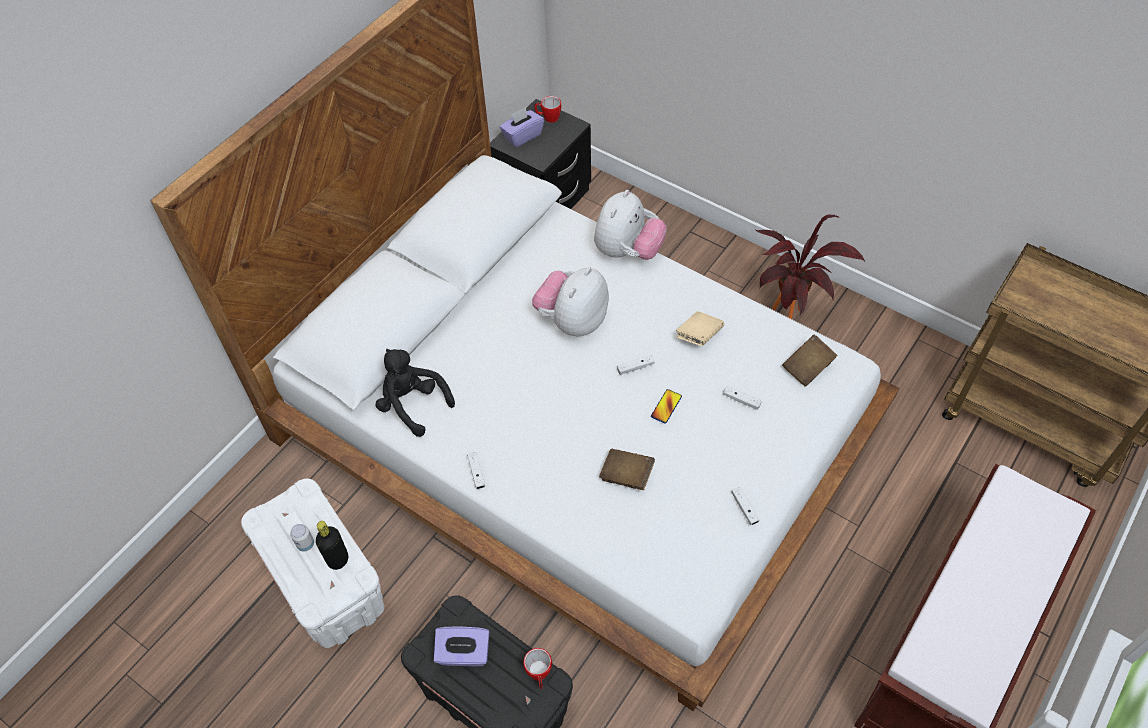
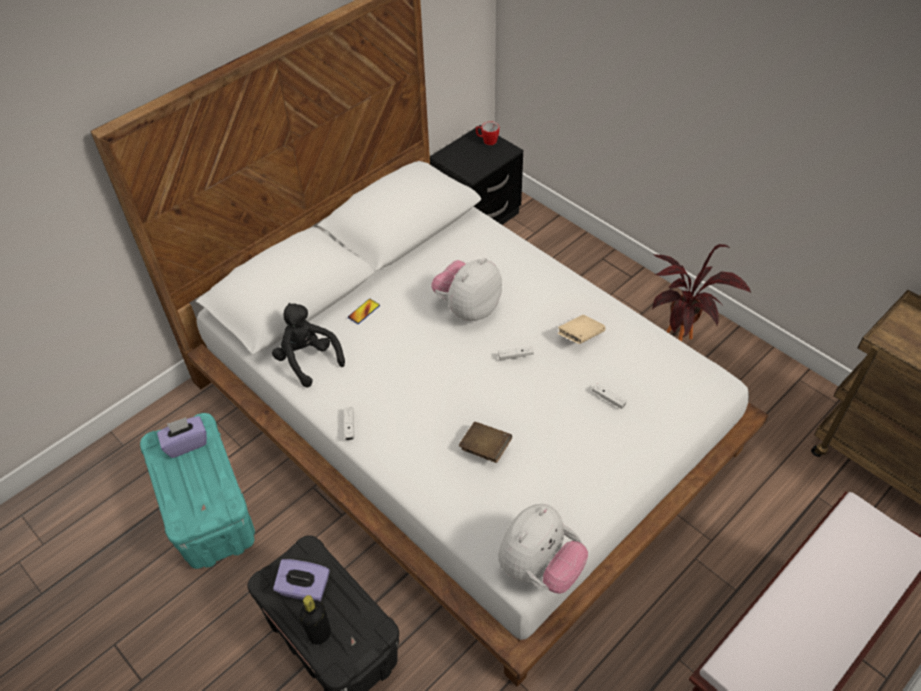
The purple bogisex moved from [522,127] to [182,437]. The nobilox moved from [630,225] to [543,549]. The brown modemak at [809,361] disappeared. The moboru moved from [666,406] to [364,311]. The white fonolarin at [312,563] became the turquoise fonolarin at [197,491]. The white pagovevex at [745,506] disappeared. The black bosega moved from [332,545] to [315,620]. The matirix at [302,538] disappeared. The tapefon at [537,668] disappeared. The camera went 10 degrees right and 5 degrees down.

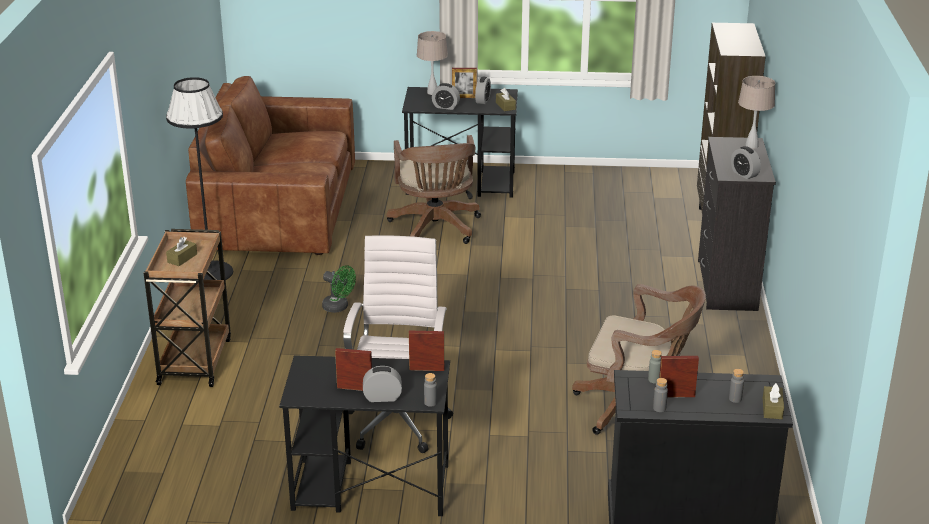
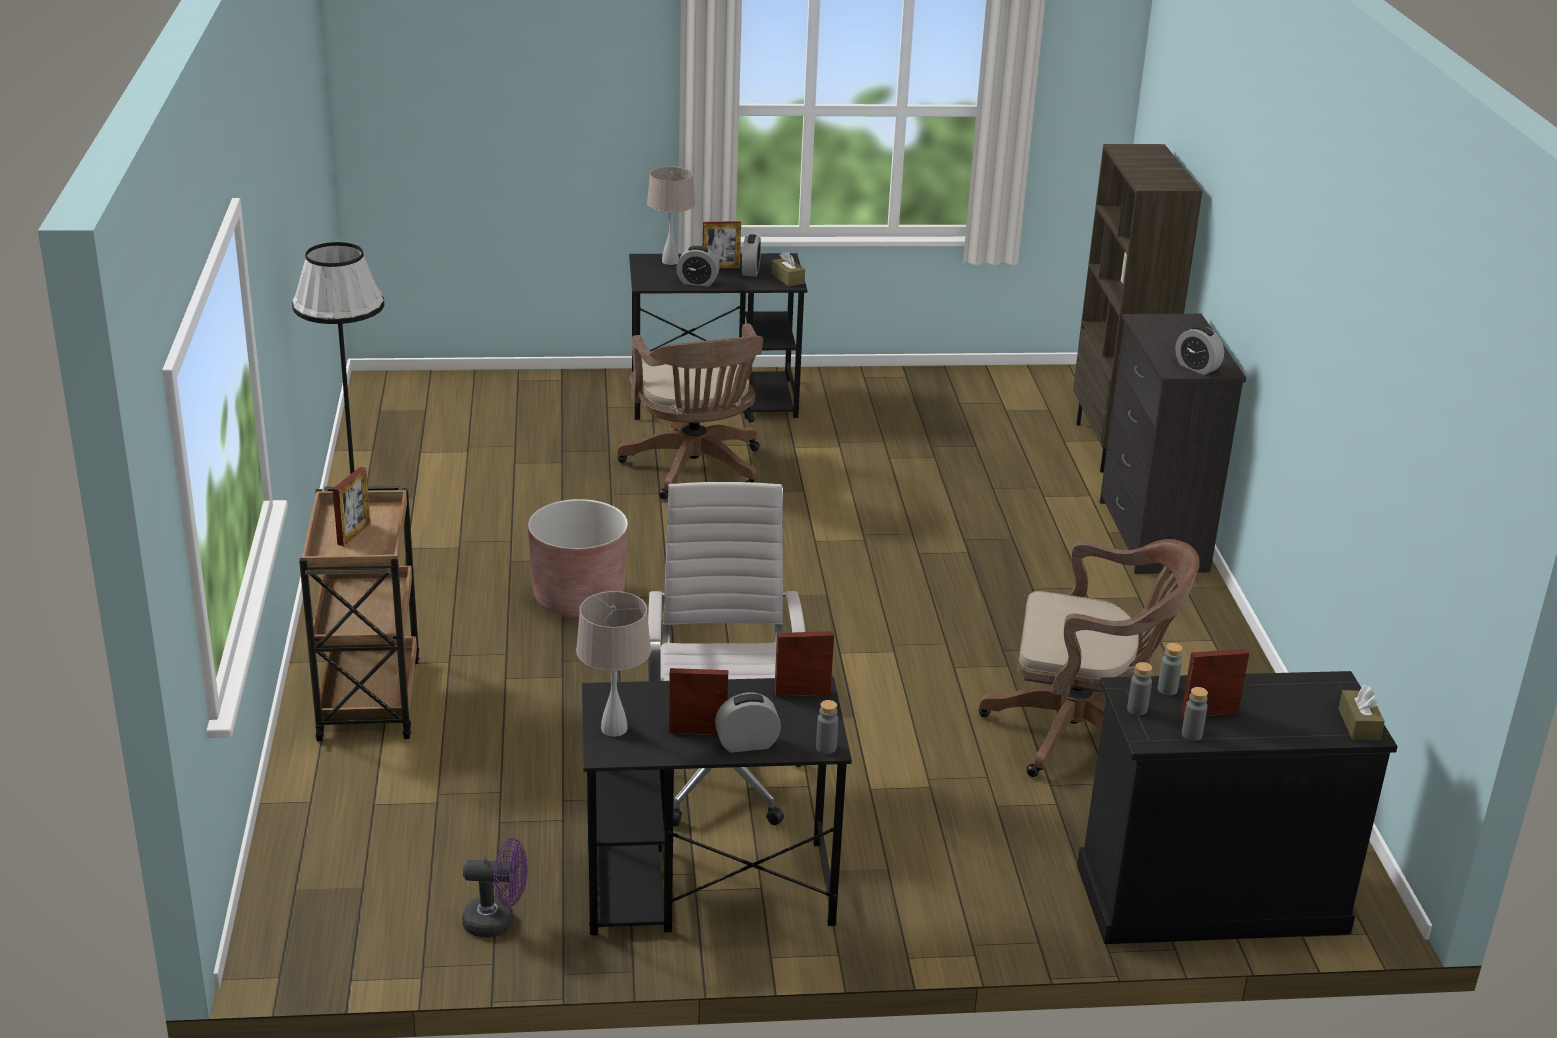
The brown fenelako at [270,165] disappeared. The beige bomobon moved from [756,112] to [613,664]. The brown bogisex at [181,251] was replaced by the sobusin at [351,506]. The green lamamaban at [339,289] was replaced by the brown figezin at [578,559]. The grey bosega moved from [736,386] to [1139,688]. The purple lamamaban at [495,887] appeared. The camera went 10 degrees left and 0 degrees up.

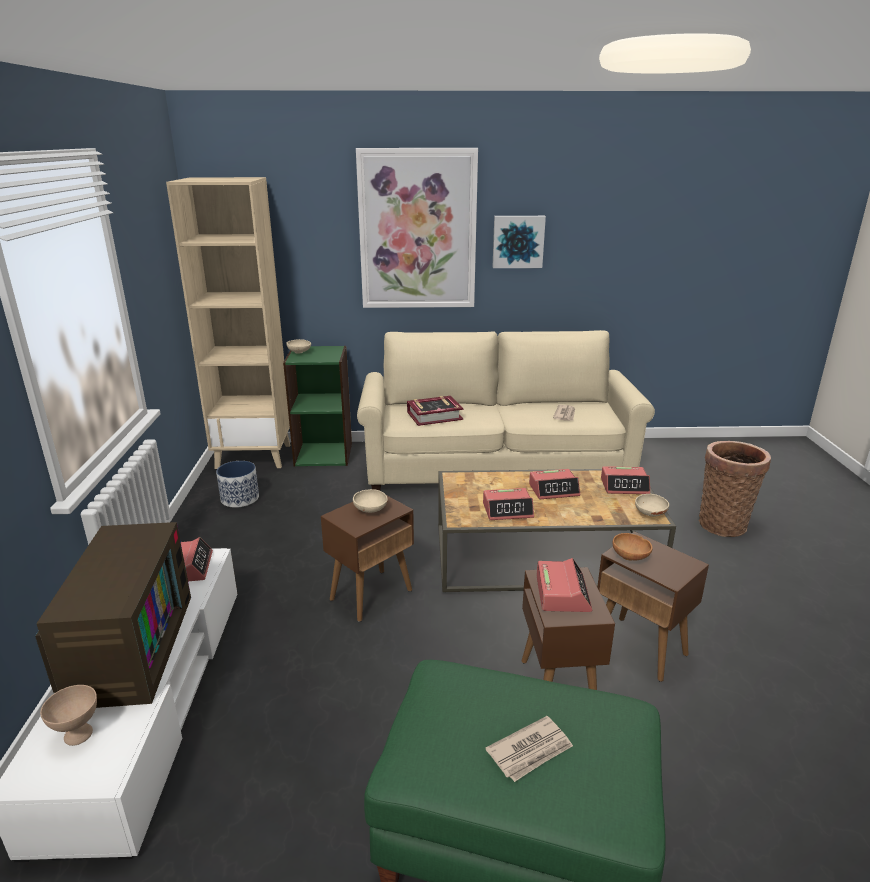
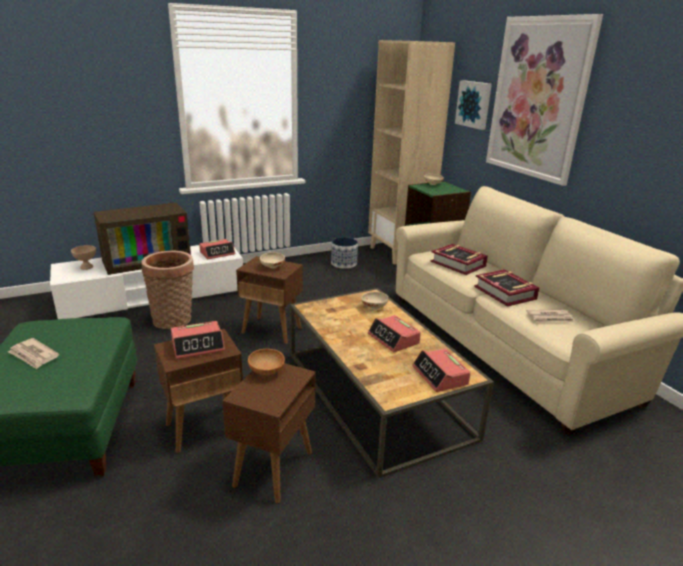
The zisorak moved from [519,242] to [473,105]. The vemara moved from [735,489] to [167,290]. The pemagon at [508,504] disappeared. The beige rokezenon moved from [652,505] to [374,301]. The modemak at [506,288] appeared. The camera went 65 degrees right and 0 degrees up.

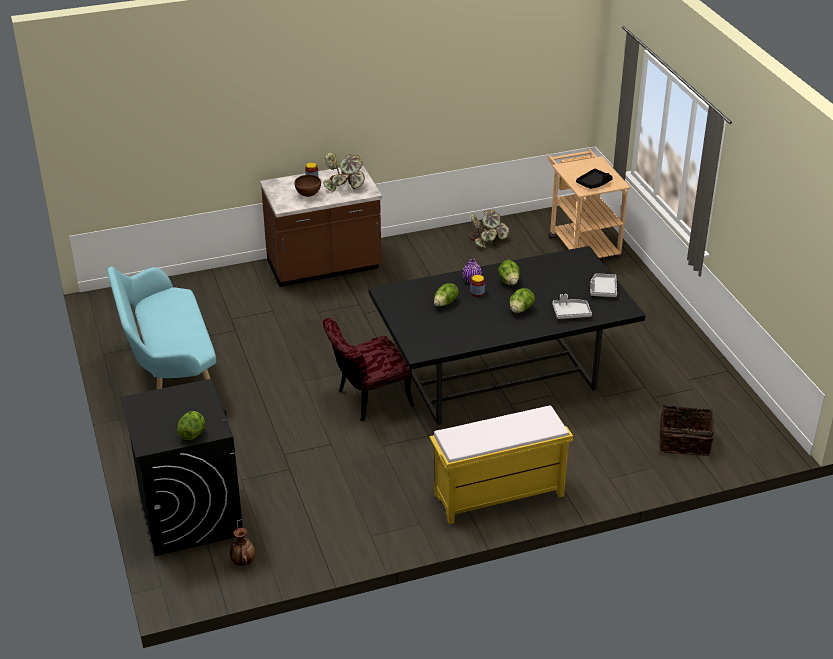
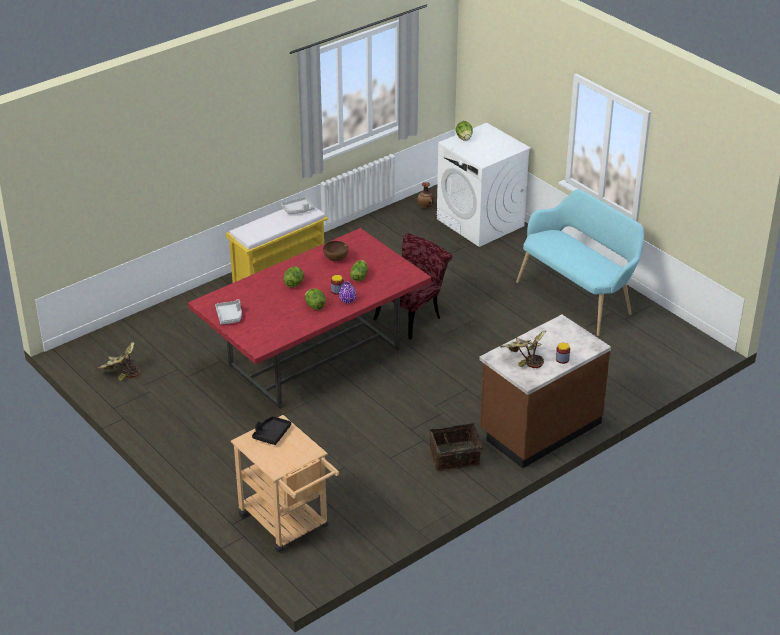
The brown rokezenon moved from [307,186] to [336,251]. The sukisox moved from [489,229] to [118,361]. The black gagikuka at [507,335] became the red gagikuka at [309,318]. The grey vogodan moved from [572,306] to [298,205]. The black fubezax at [181,467] became the white fubezax at [484,185]. The vemara moved from [686,428] to [456,447]. The camera went 160 degrees right and 0 degrees up.

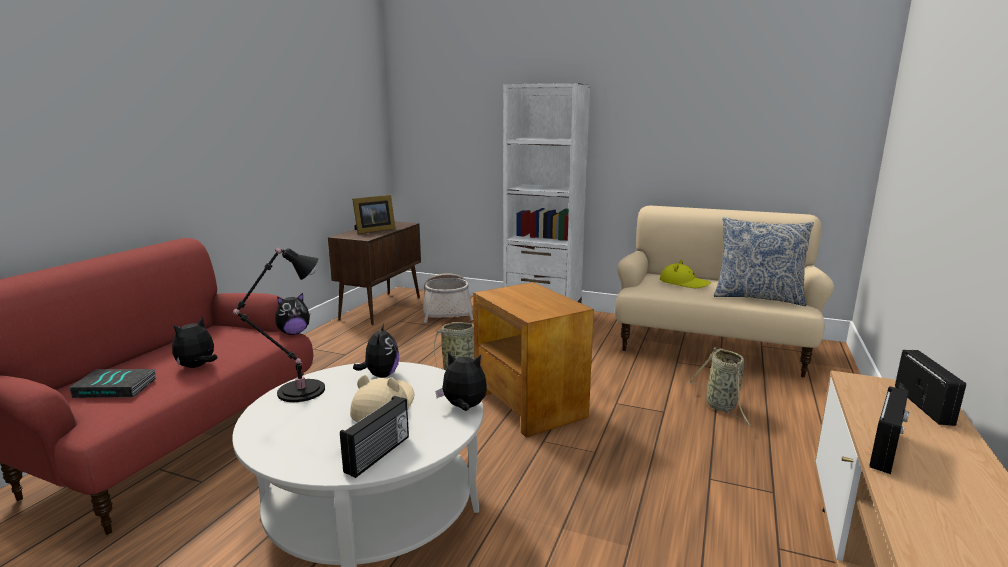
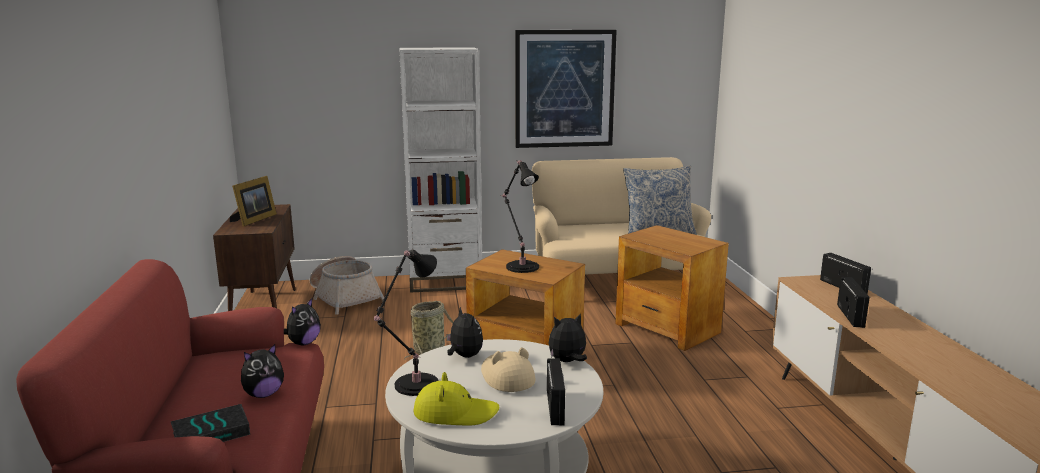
The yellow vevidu moved from [685,273] to [456,399]. The nobilox at [195,342] turned 135 degrees counterclockwise. The vemara at [720,387] was replaced by the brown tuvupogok at [672,288]. The zisorak at [566,89] appeared. The black bomobon at [520,216] appeared. The camera went 30 degrees left and 0 degrees up.

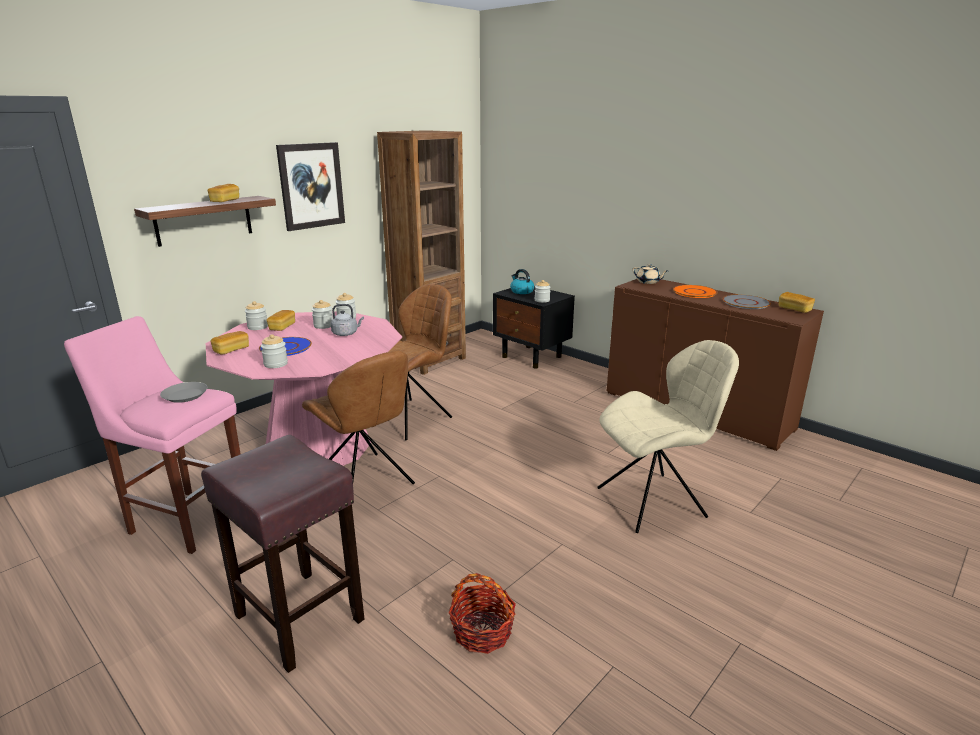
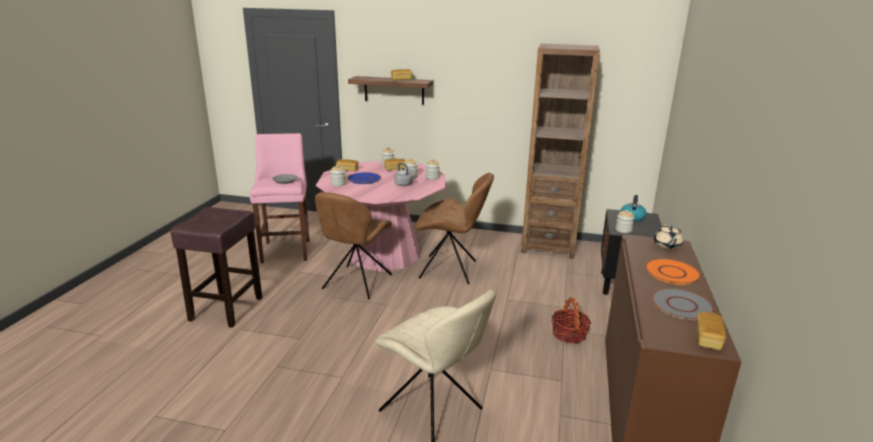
The zisorak at [310,186] disappeared. The vemara moved from [482,613] to [571,320]. The camera went 60 degrees right and 0 degrees up.

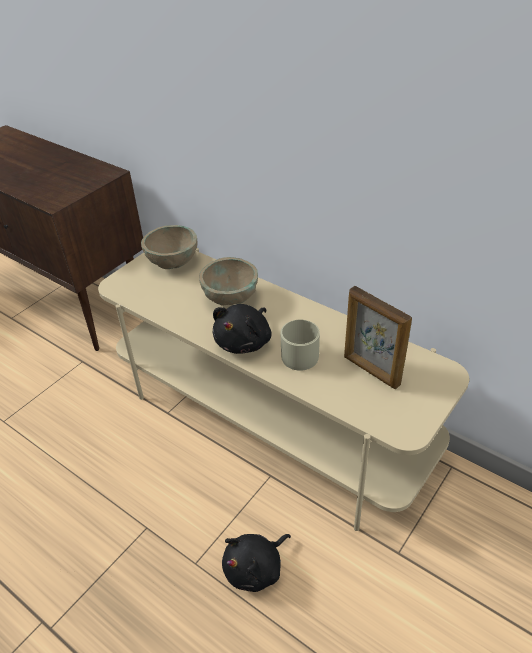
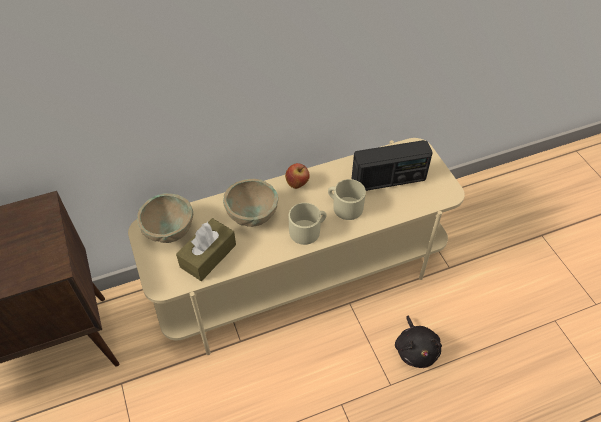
The sobusin at [378,337] was replaced by the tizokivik at [392,165]. The black nobilox at [242,329] was replaced by the beige tapefon at [308,224]. The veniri at [297,176] appeared. The brown bogisex at [206,249] appeared. The camera went 60 degrees left and 10 degrees up.

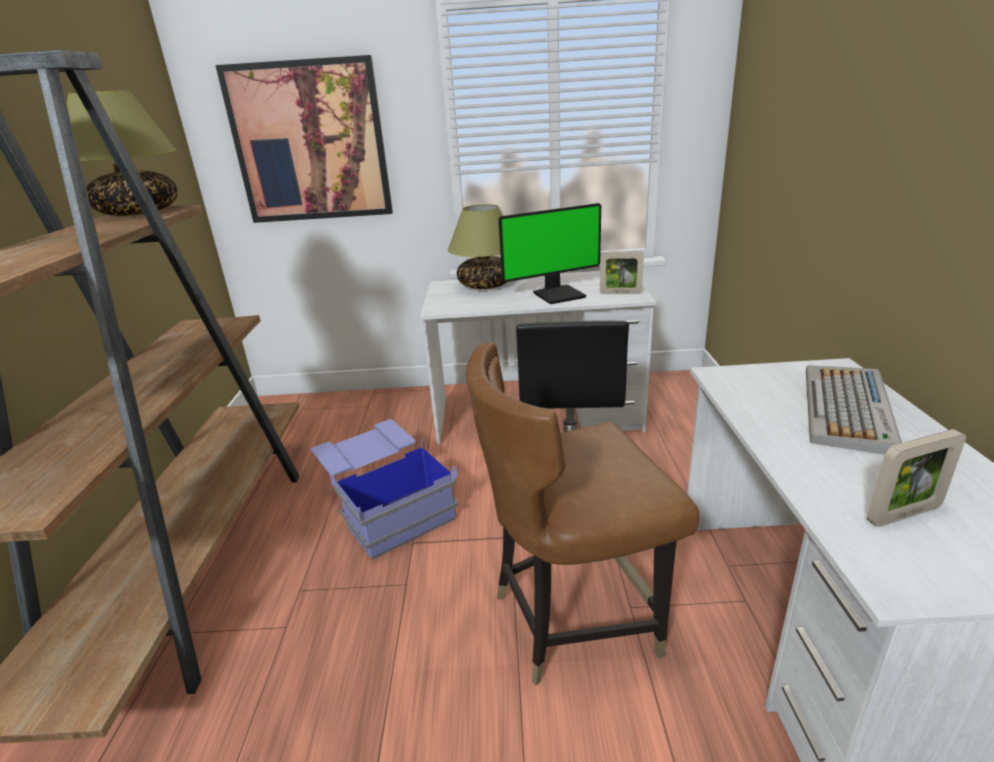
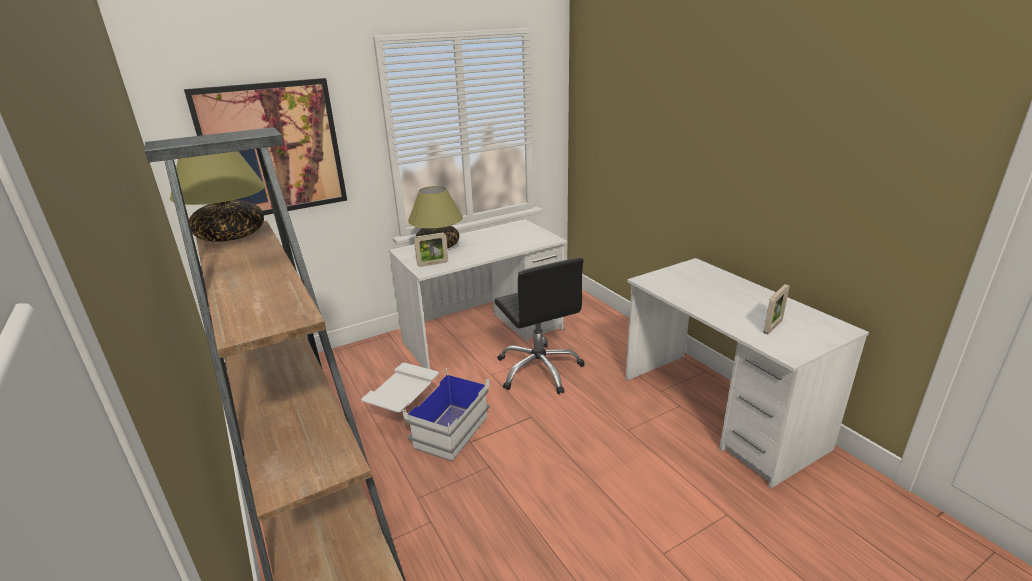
The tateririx at [550,253] disappeared. The sobusin moved from [622,273] to [431,249]. The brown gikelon at [582,514] disappeared. The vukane at [854,410] disappeared. The blue fonolarin at [385,489] became the white fonolarin at [426,411]. The camera went 30 degrees left and 0 degrees up.

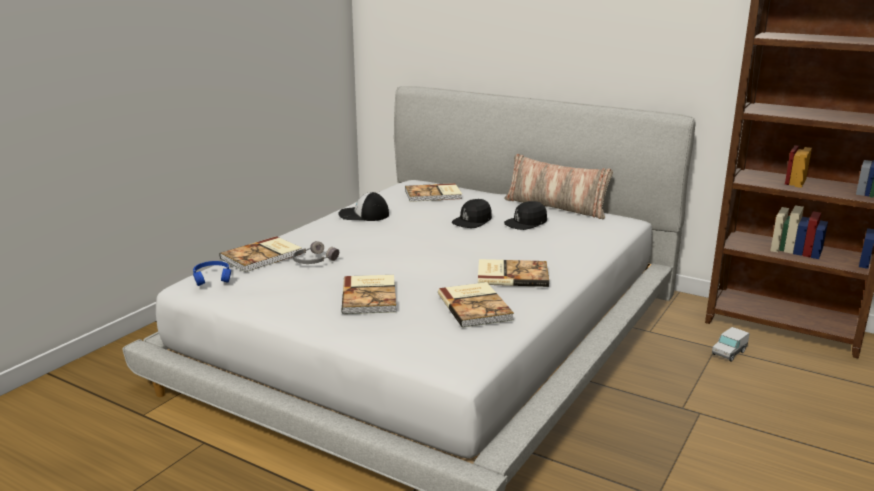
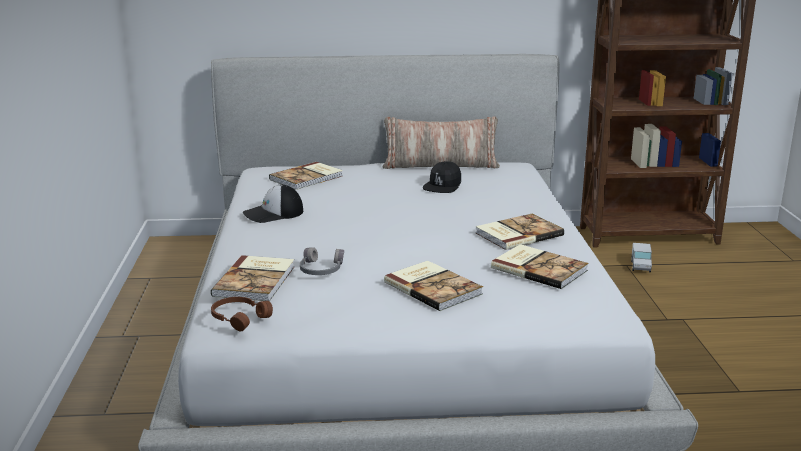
The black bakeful at [472,213] disappeared. The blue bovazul at [212,273] became the brown bovazul at [242,314]. The camera went 35 degrees left and 0 degrees up.

